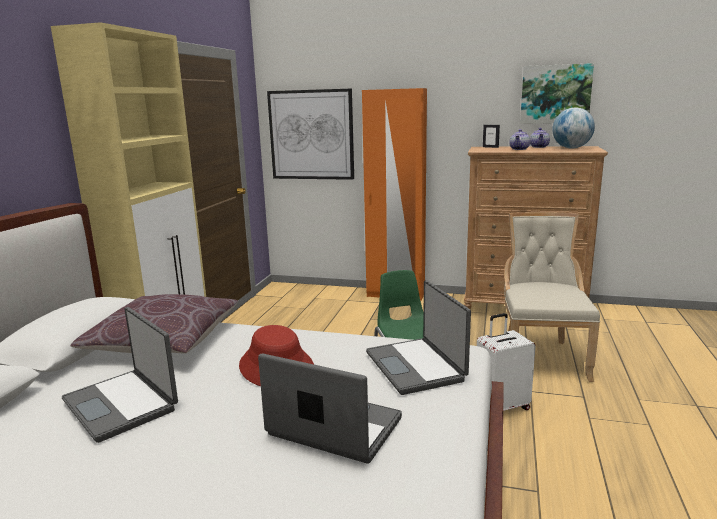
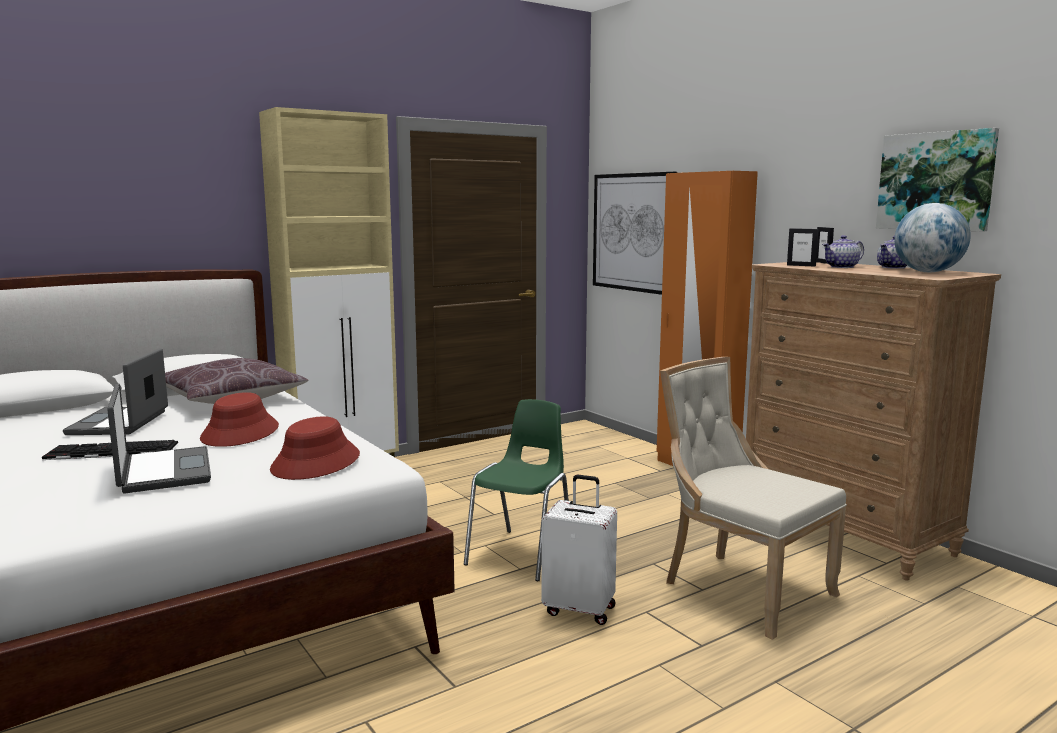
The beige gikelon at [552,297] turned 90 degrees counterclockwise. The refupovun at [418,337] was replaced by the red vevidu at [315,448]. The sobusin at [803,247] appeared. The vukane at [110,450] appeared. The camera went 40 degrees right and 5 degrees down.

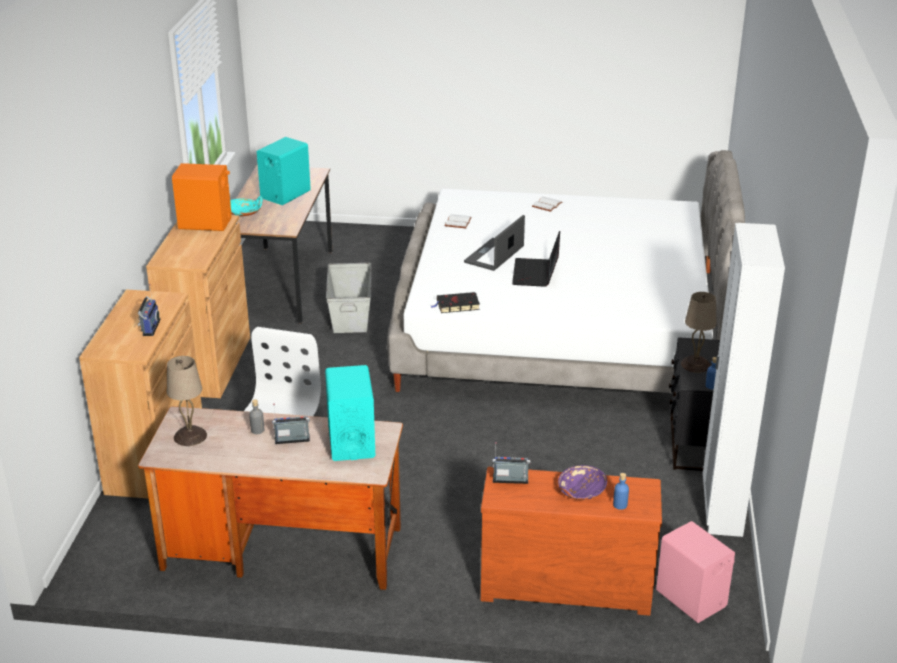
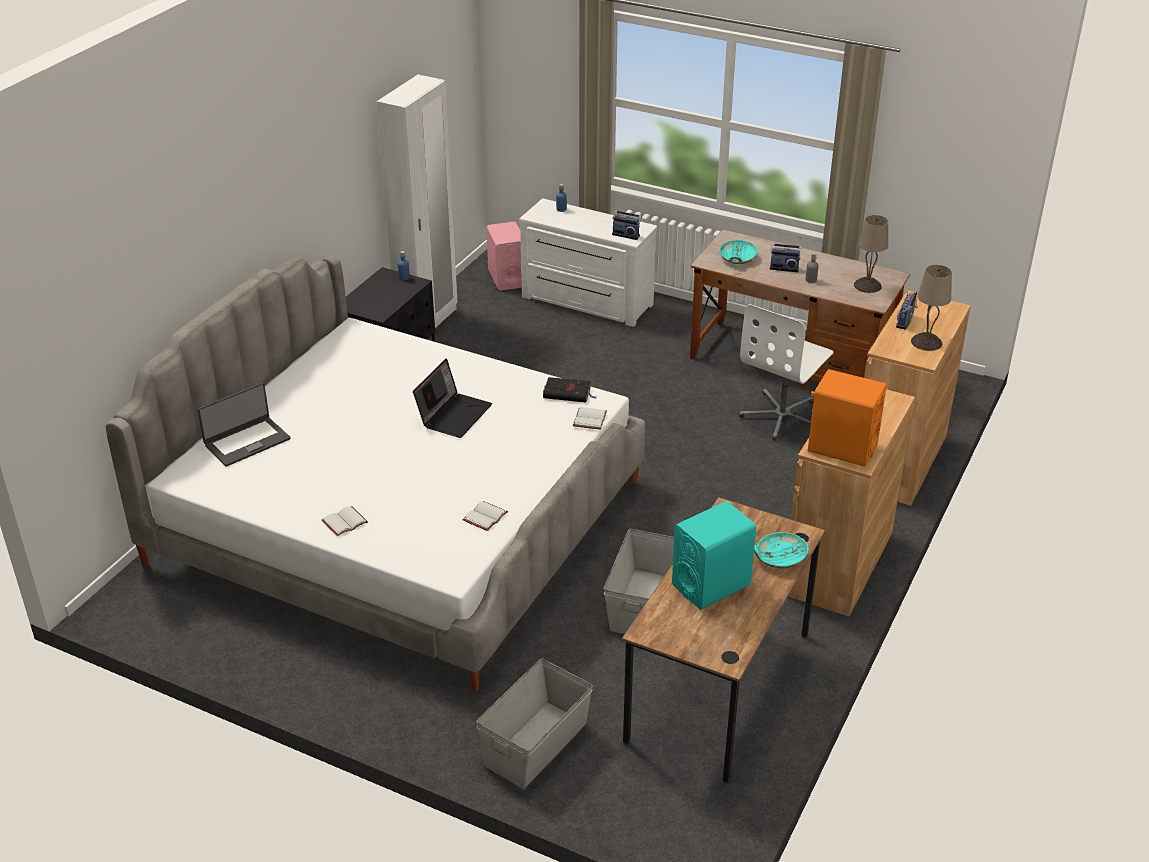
The refupovun moved from [494,243] to [244,425]. The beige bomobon moved from [699,332] to [931,308]. The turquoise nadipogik at [350,413] was replaced by the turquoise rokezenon at [739,252]. The purple rokezenon at [582,482] disappeared. The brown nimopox at [571,541] became the white nimopox at [588,262]. The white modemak at [590,418] appeared. The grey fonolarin at [534,723] appeared. The camera went 160 degrees left and 5 degrees up.

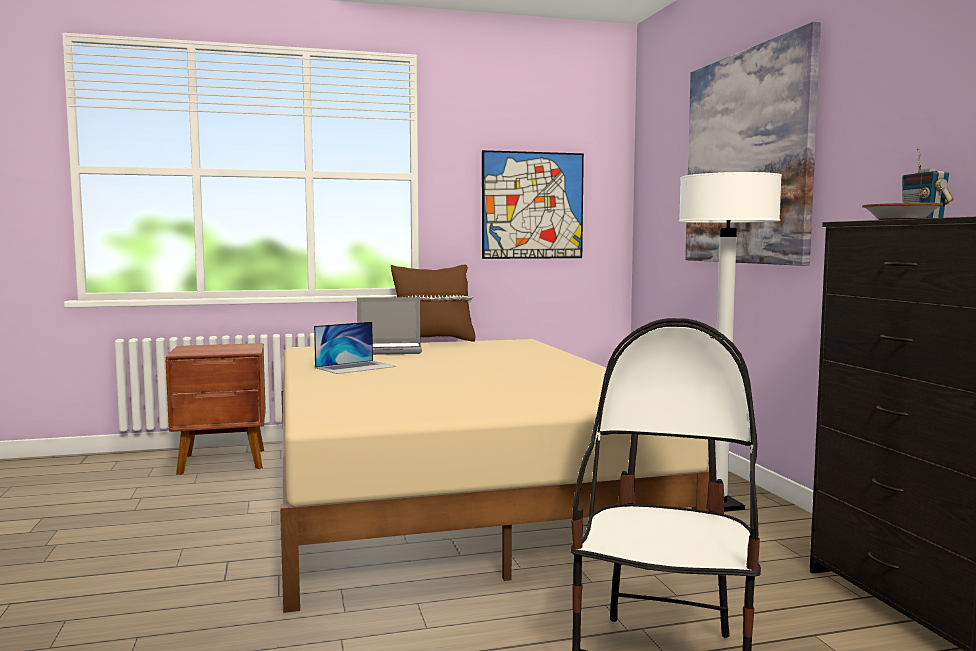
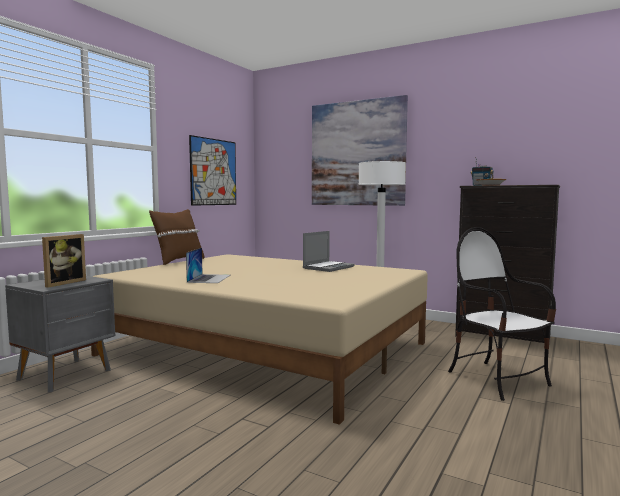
The refupovun moved from [389,326] to [329,251]. The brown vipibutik at [216,409] became the grey vipibutik at [60,334]. The sobusin at [64,261] appeared. The camera went 45 degrees left and 0 degrees up.

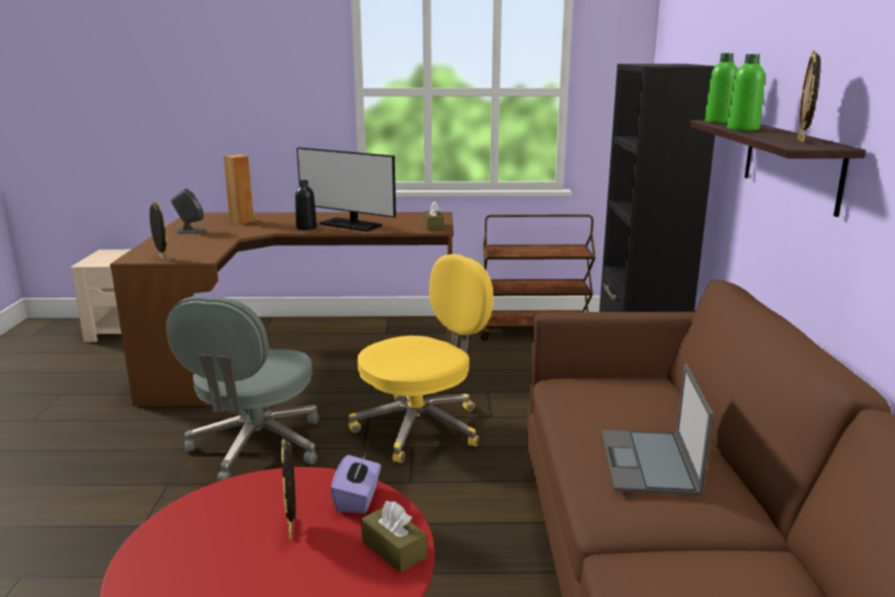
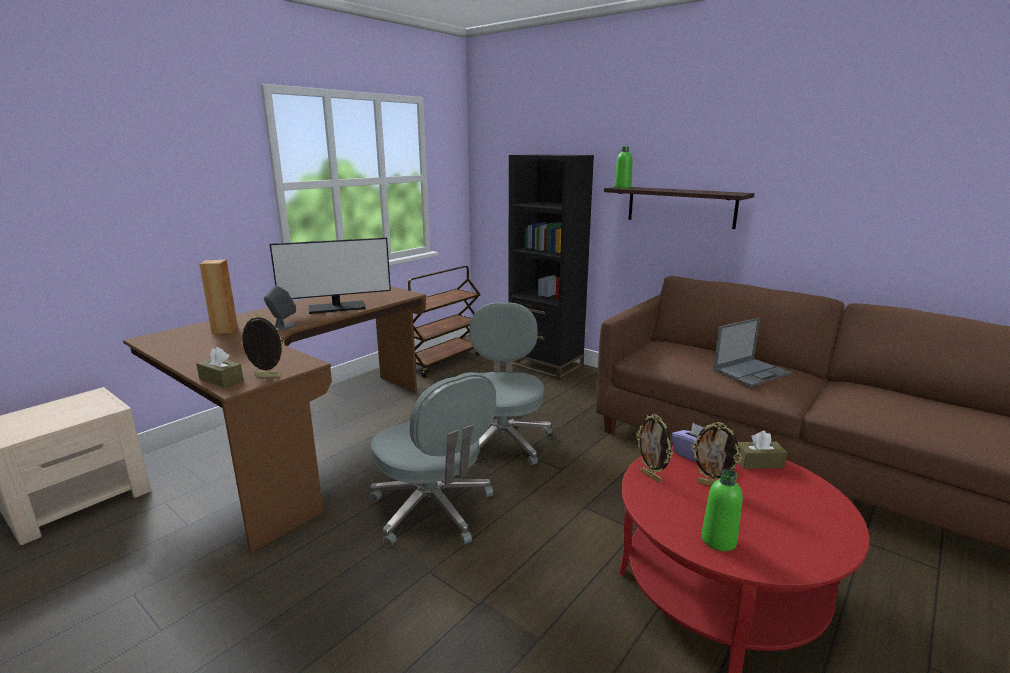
The sobusin moved from [809,96] to [654,448]. The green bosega moved from [746,92] to [722,510]. The black bosega at [306,205] disappeared. The grey nadipogik moved from [188,211] to [280,308]. The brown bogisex moved from [433,216] to [219,367]. The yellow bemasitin at [420,358] became the grey bemasitin at [510,383]. The refupovun at [658,430] turned 75 degrees counterclockwise. The camera went 50 degrees left and 0 degrees up.

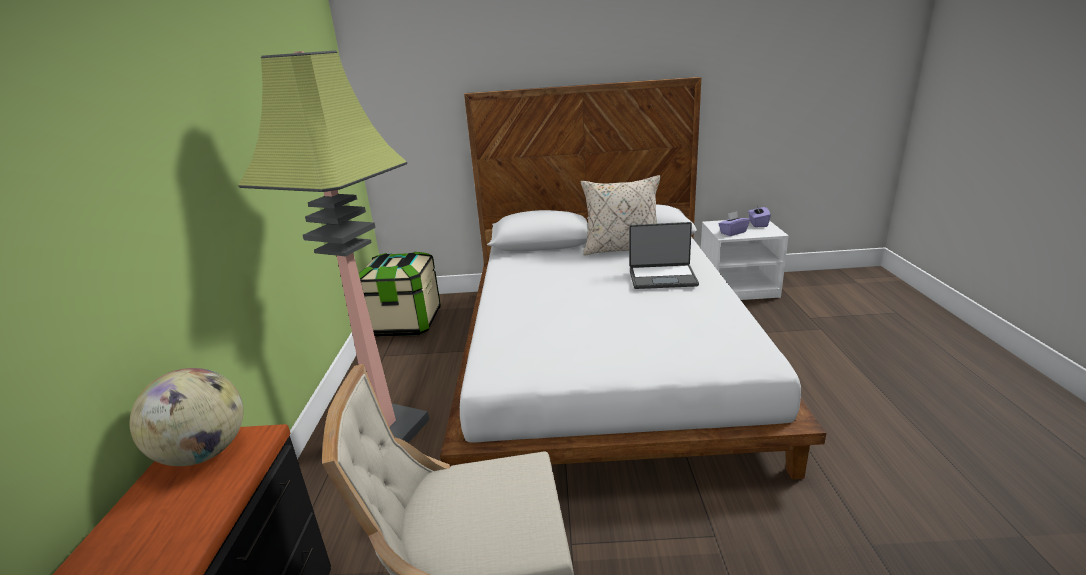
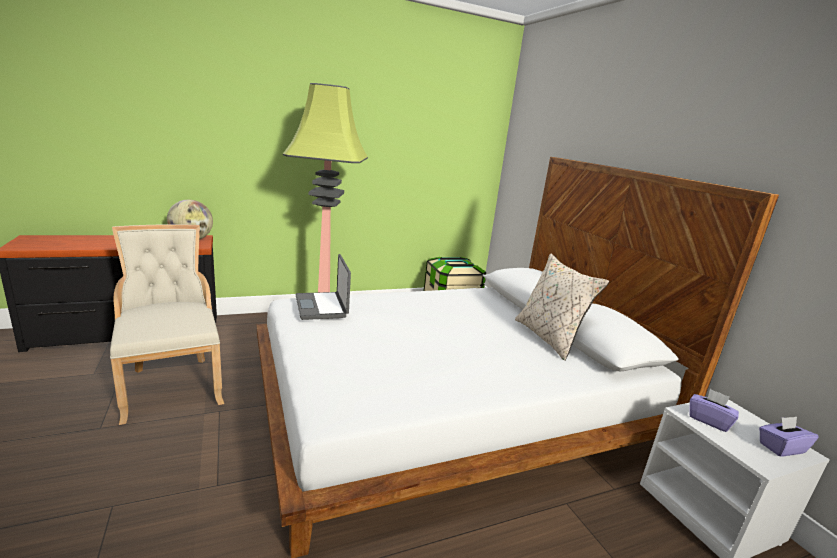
The refupovun moved from [664,255] to [323,287]. The camera went 65 degrees right and 5 degrees down.

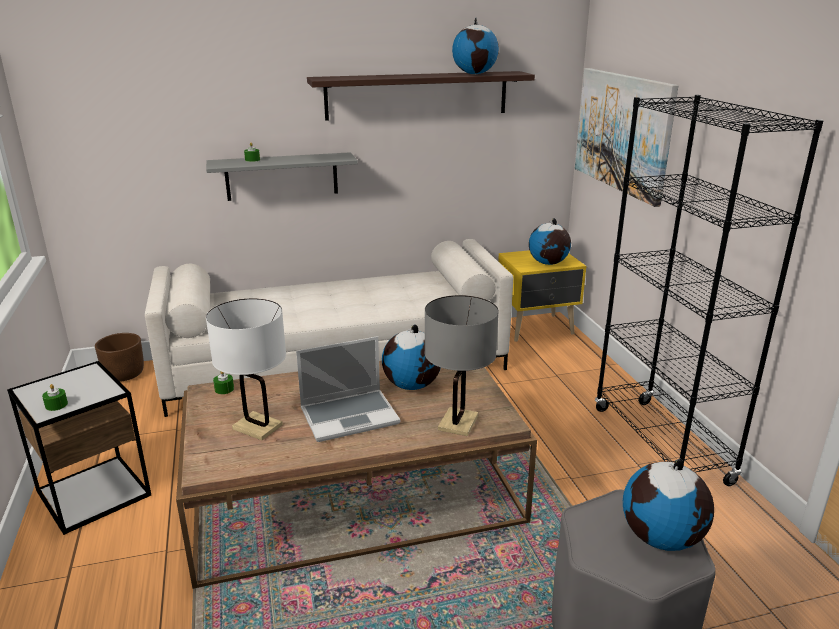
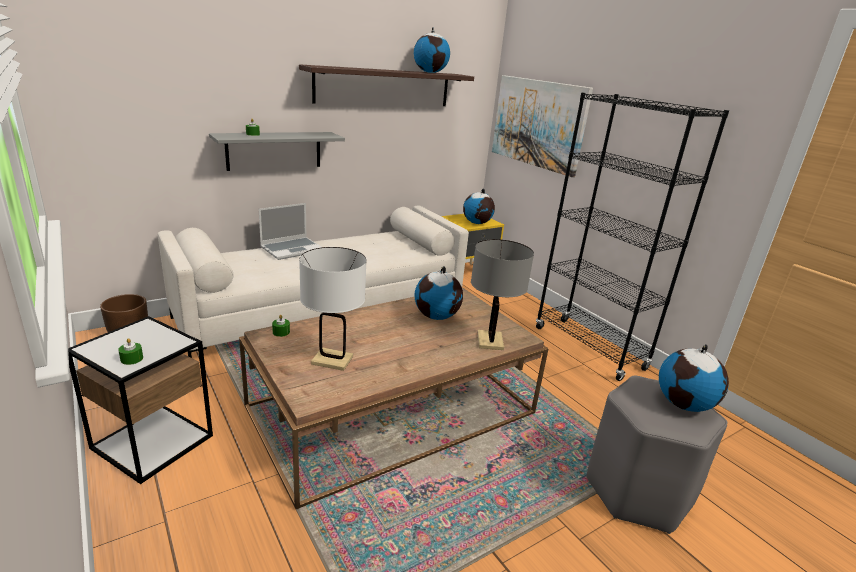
The refupovun moved from [348,389] to [290,231]. The camera went 20 degrees left and 0 degrees up.

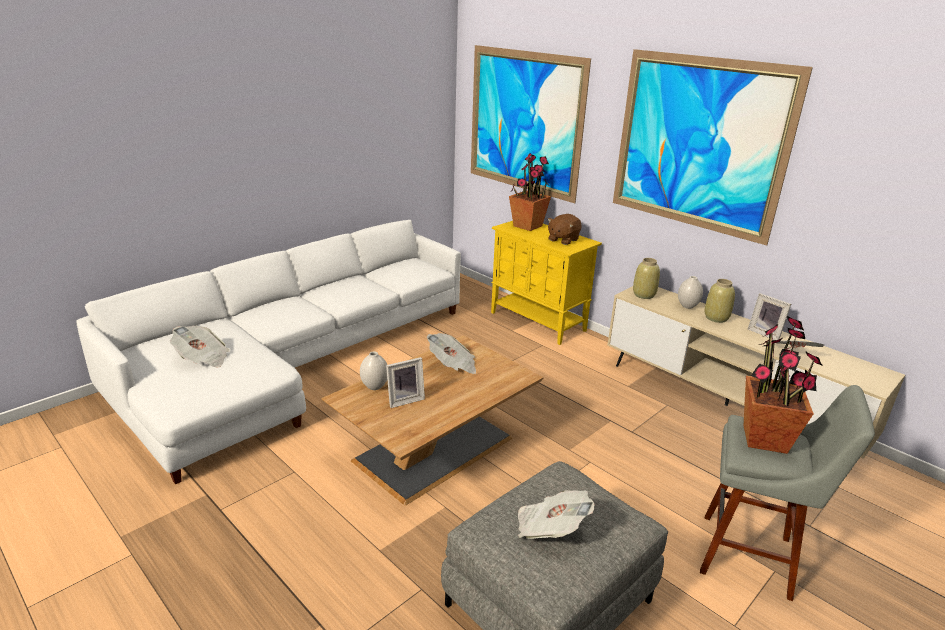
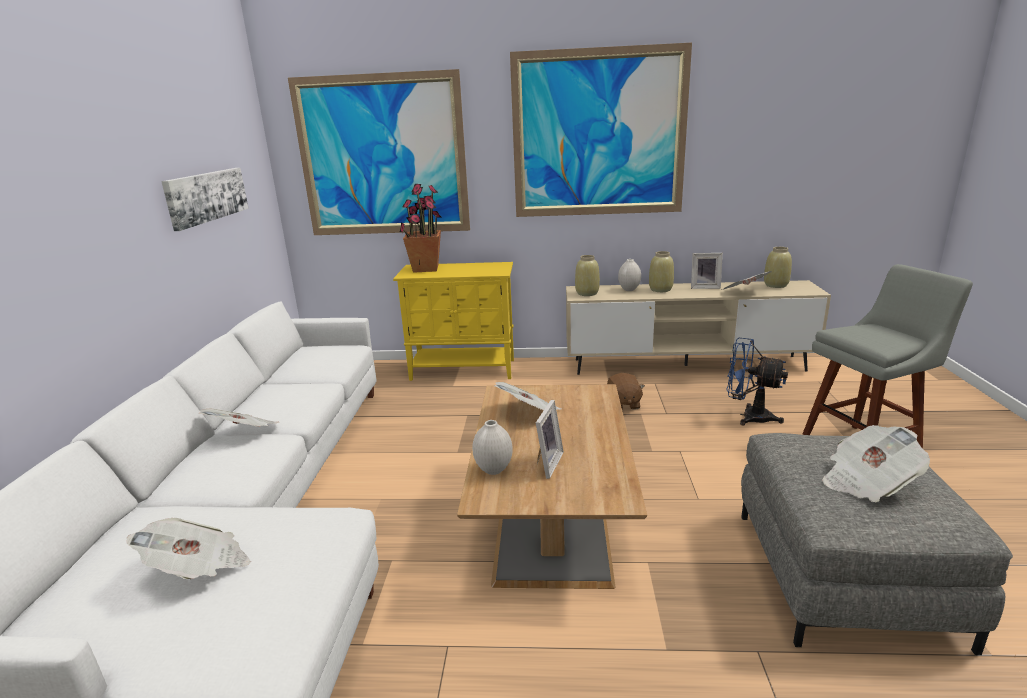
The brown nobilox moved from [565,229] to [626,391]. The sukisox at [783,385] disappeared. The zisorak at [205,199] appeared. The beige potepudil at [778,267] appeared. The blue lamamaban at [757,382] appeared. The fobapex at [239,418] appeared. The camera went 40 degrees left and 5 degrees down.

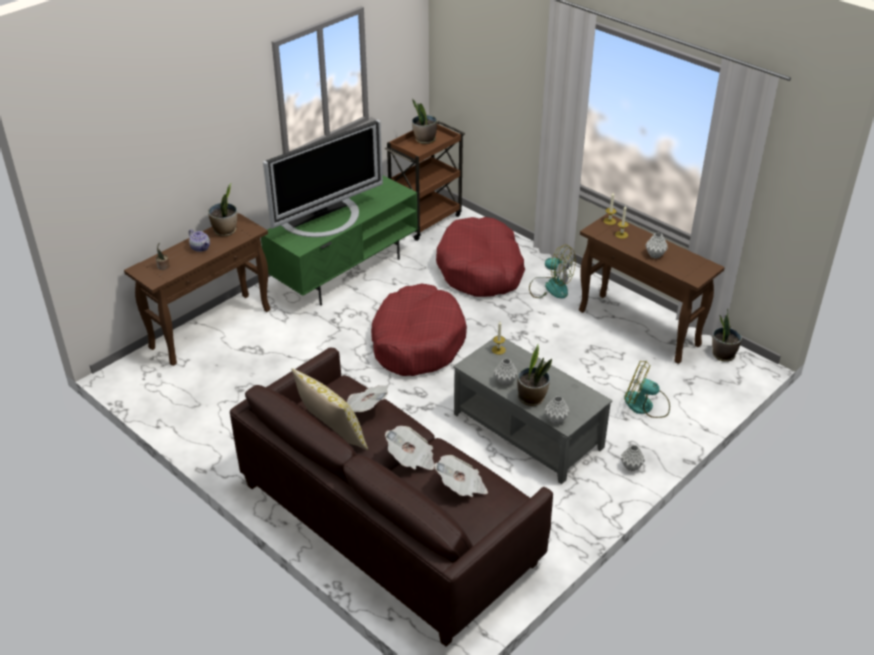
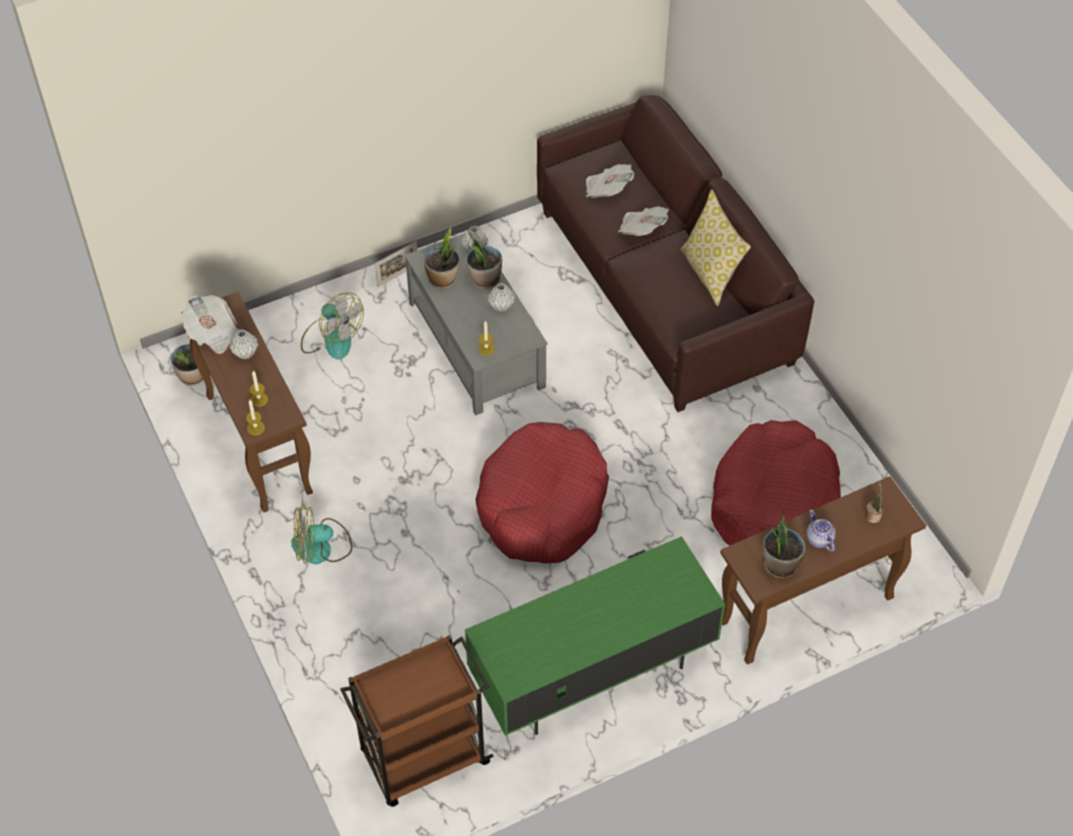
The sukisox moved from [424,121] to [442,257]. The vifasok at [323,178] disappeared. The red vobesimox moved from [480,257] to [776,483]. The lamamaban at [552,272] turned 60 degrees counterclockwise. The fobapex moved from [368,398] to [210,324]. The grey potepudil at [633,458] was replaced by the sobusin at [396,264]. The camera went 160 degrees left and 15 degrees up.

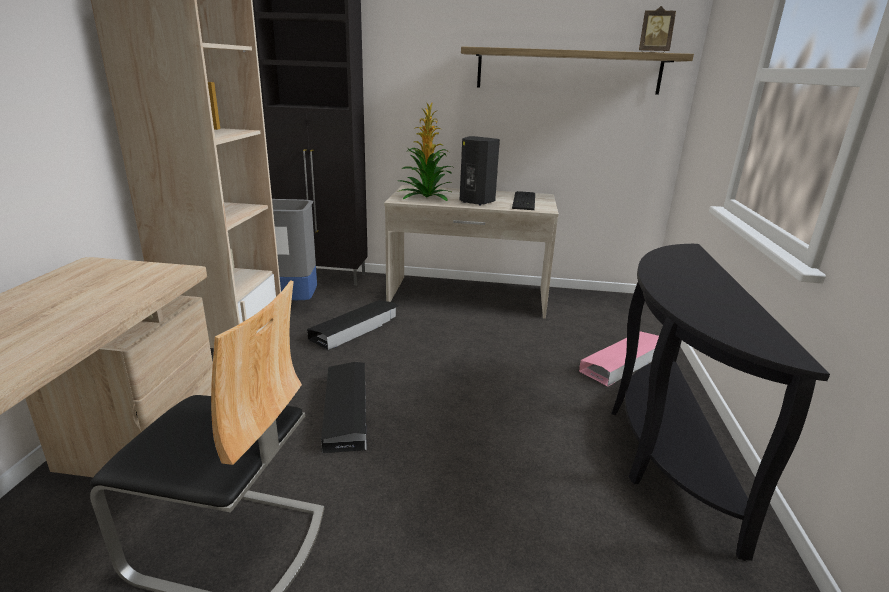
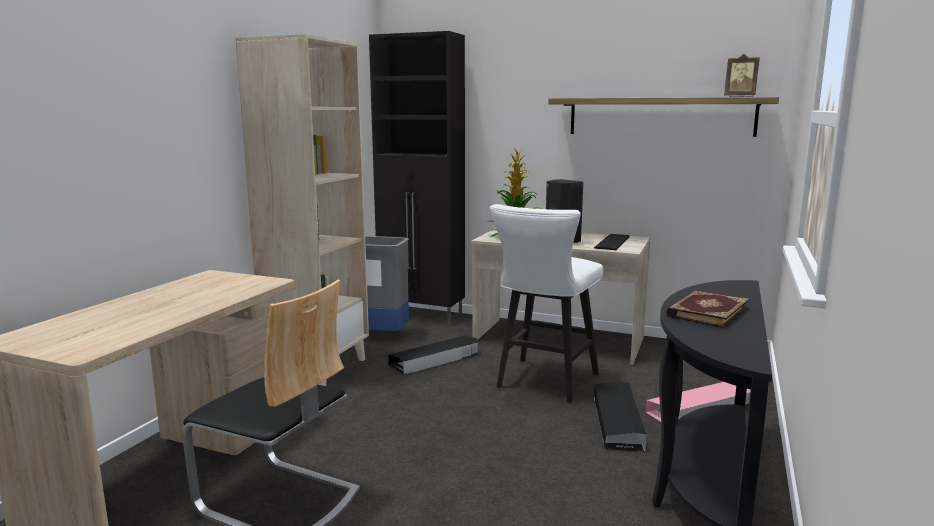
The black fonolarin moved from [344,407] to [620,416]. The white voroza at [546,303] appeared. The modemak at [708,309] appeared. The camera went 15 degrees right and 10 degrees down.

